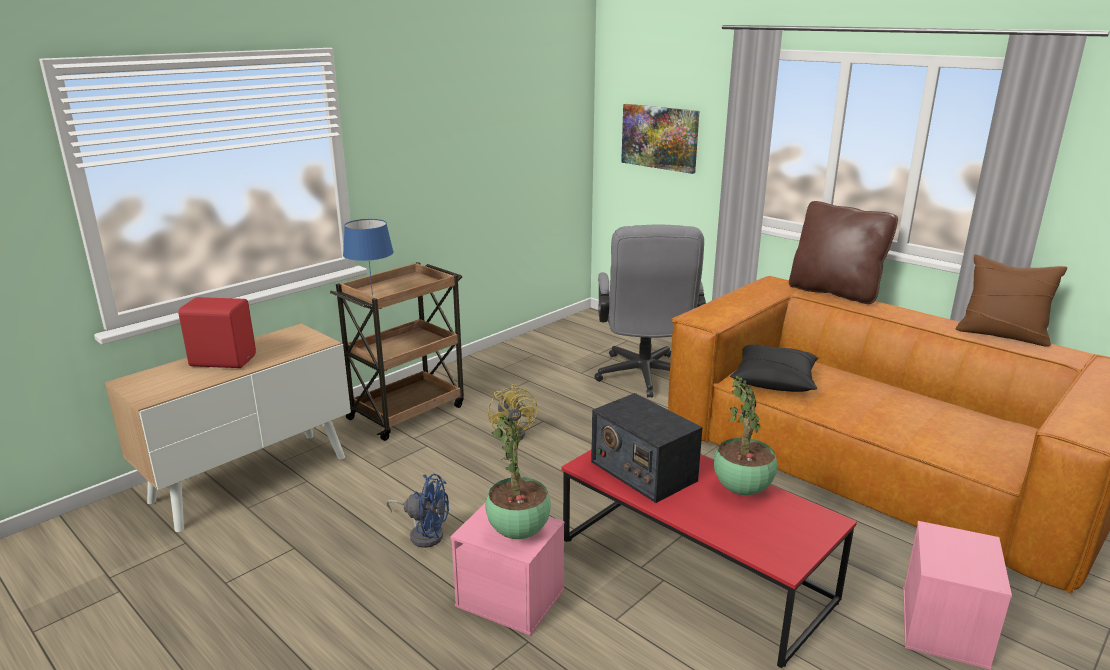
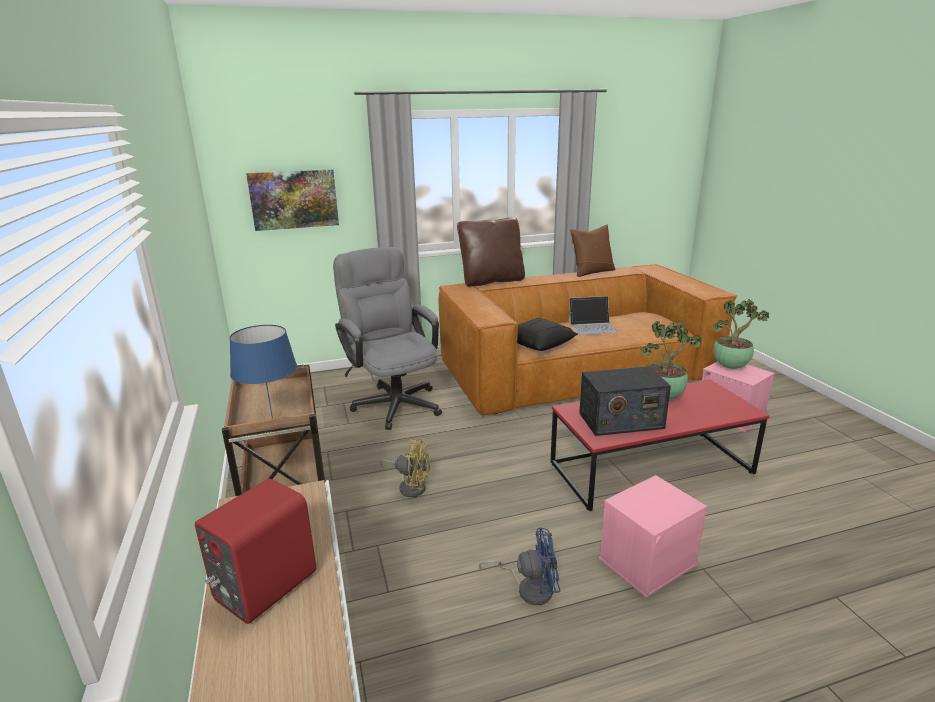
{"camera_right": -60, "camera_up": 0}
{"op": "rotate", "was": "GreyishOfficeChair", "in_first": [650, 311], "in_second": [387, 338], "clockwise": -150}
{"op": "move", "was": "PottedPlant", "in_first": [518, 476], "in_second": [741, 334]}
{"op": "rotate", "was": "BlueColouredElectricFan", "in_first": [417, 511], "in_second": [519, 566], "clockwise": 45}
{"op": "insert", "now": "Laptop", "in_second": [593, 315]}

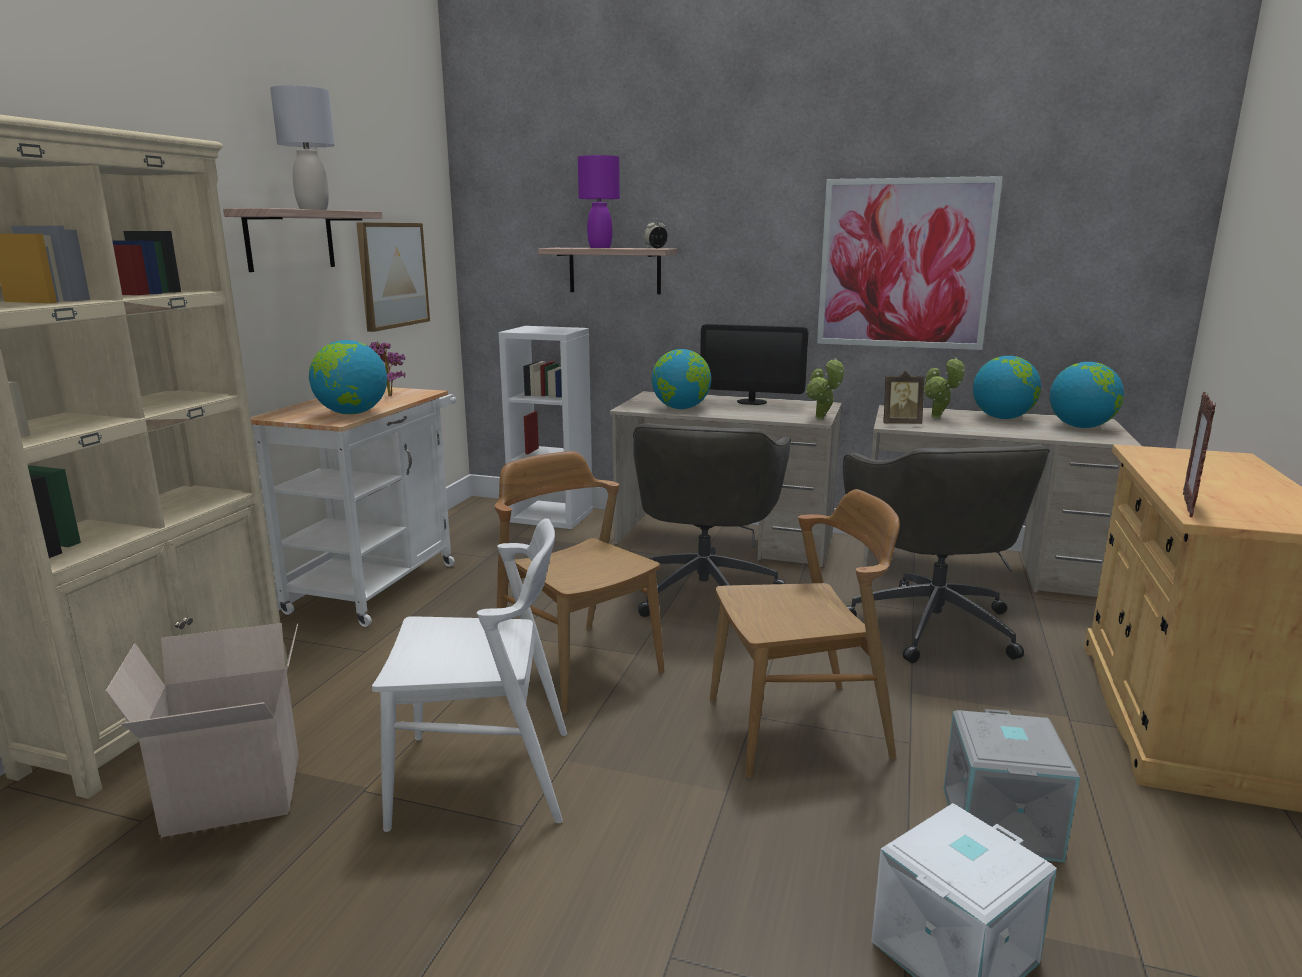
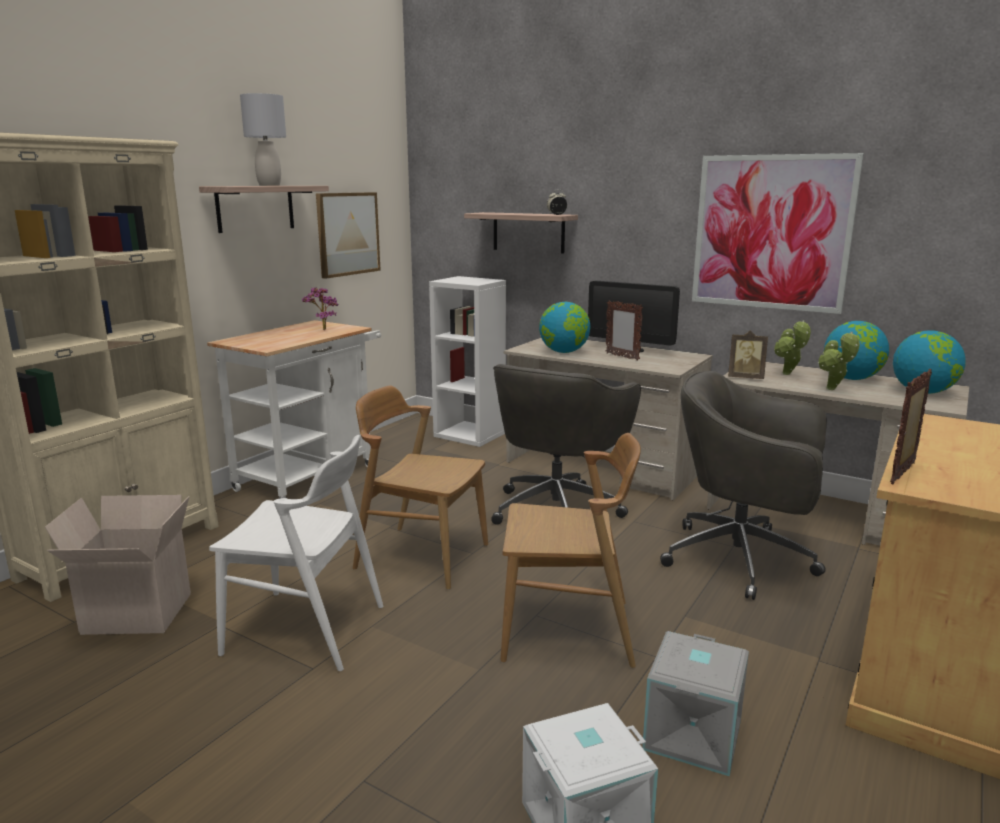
{"camera_right": 15, "camera_up": 0}
{"op": "delete", "was": "PurplishTabletopLamp", "in_first": [599, 201]}
{"op": "delete", "was": "WorldGlobe", "in_first": [348, 377]}
{"op": "move", "was": "PottedPlant", "in_first": [825, 388], "in_second": [839, 361]}
{"op": "rotate", "was": "GreyishOfficeChair", "in_first": [946, 554], "in_second": [743, 485], "clockwise": 105}
{"op": "rotate", "was": "BrownChair", "in_first": [580, 582], "in_second": [420, 487], "clockwise": -45}
{"op": "insert", "now": "PictureFrame", "in_second": [624, 330]}

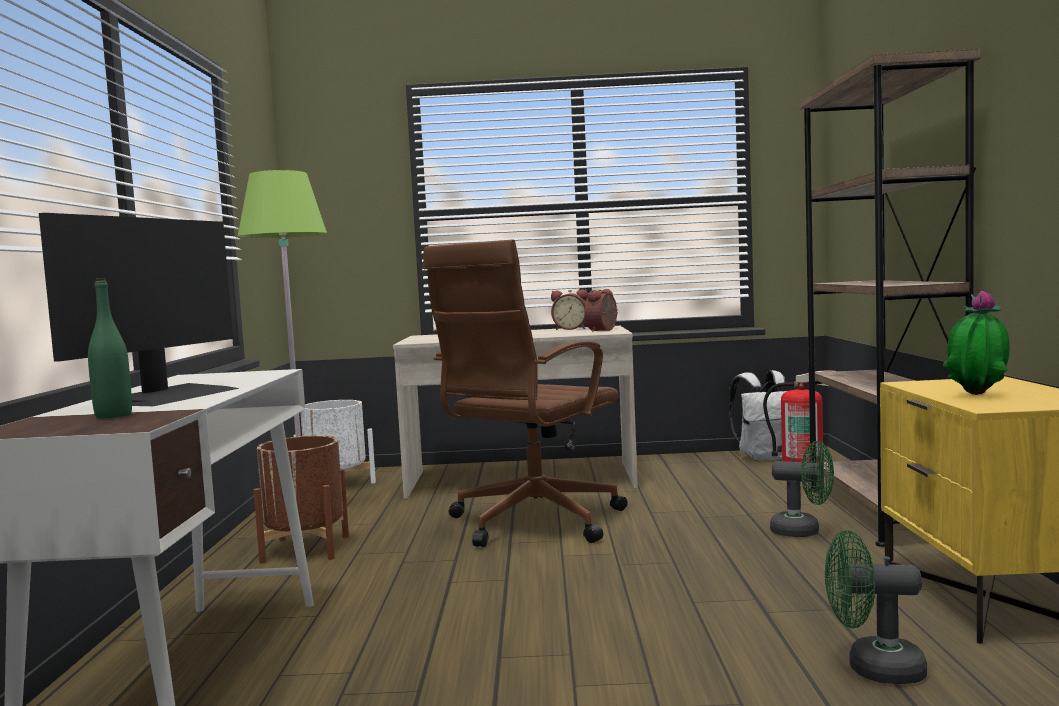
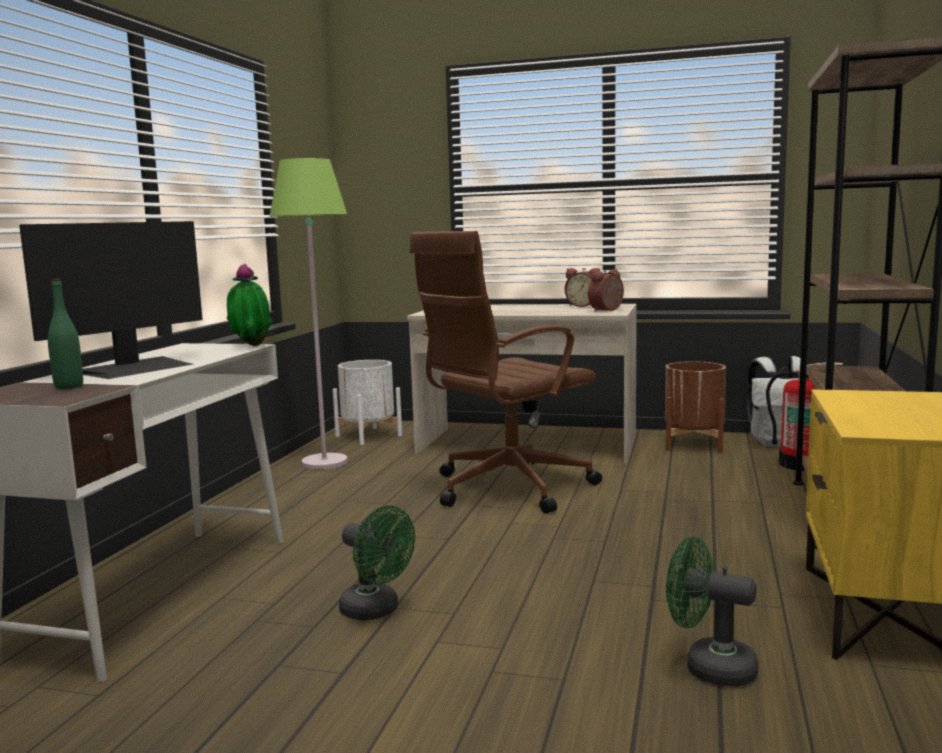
{"camera_right": 15, "camera_up": 5}
{"op": "move", "was": "PottedPlant", "in_first": [976, 343], "in_second": [250, 305]}
{"op": "move", "was": "BrownPlantPot", "in_first": [301, 499], "in_second": [695, 407]}
{"op": "move", "was": "GreenColouredElectricFan", "in_first": [802, 489], "in_second": [377, 563]}

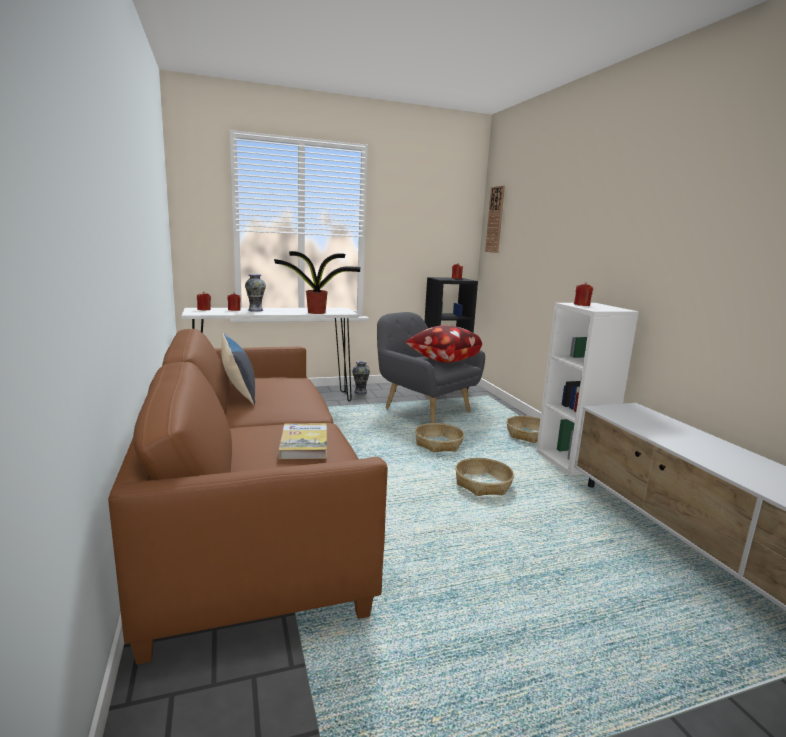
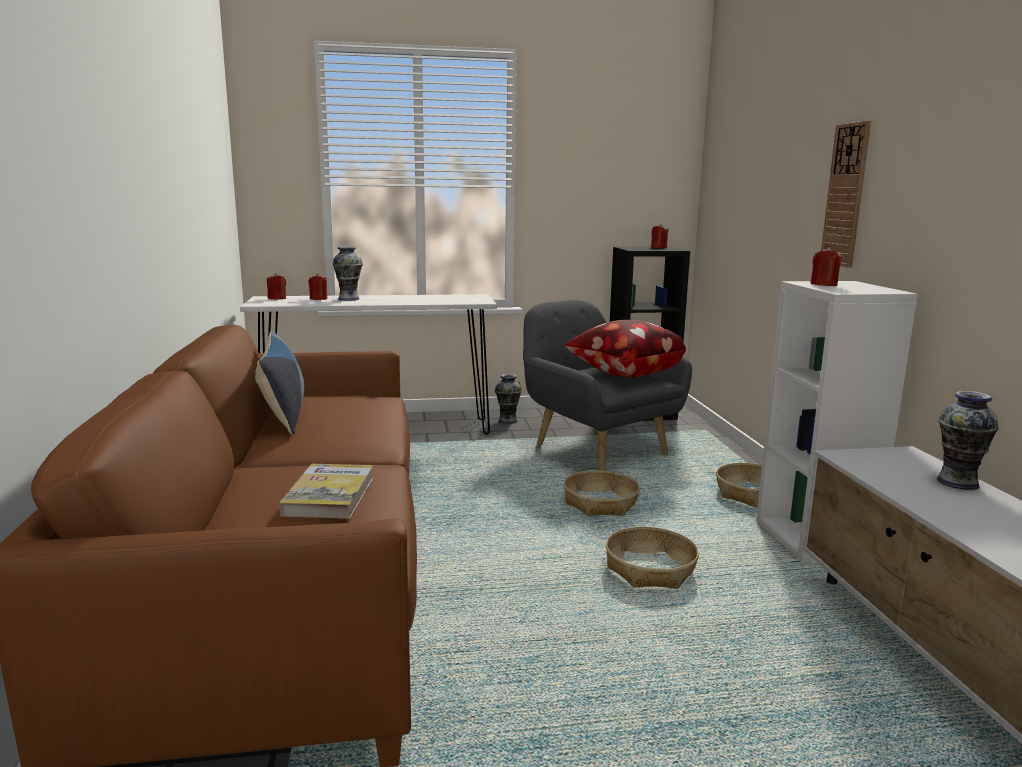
{"camera_right": 10, "camera_up": 0}
{"op": "move", "was": "ClockOnTheWall", "in_first": [495, 219], "in_second": [846, 194]}
{"op": "delete", "was": "PottedPlant", "in_first": [317, 282]}
{"op": "insert", "now": "FlowerVase", "in_second": [968, 440]}

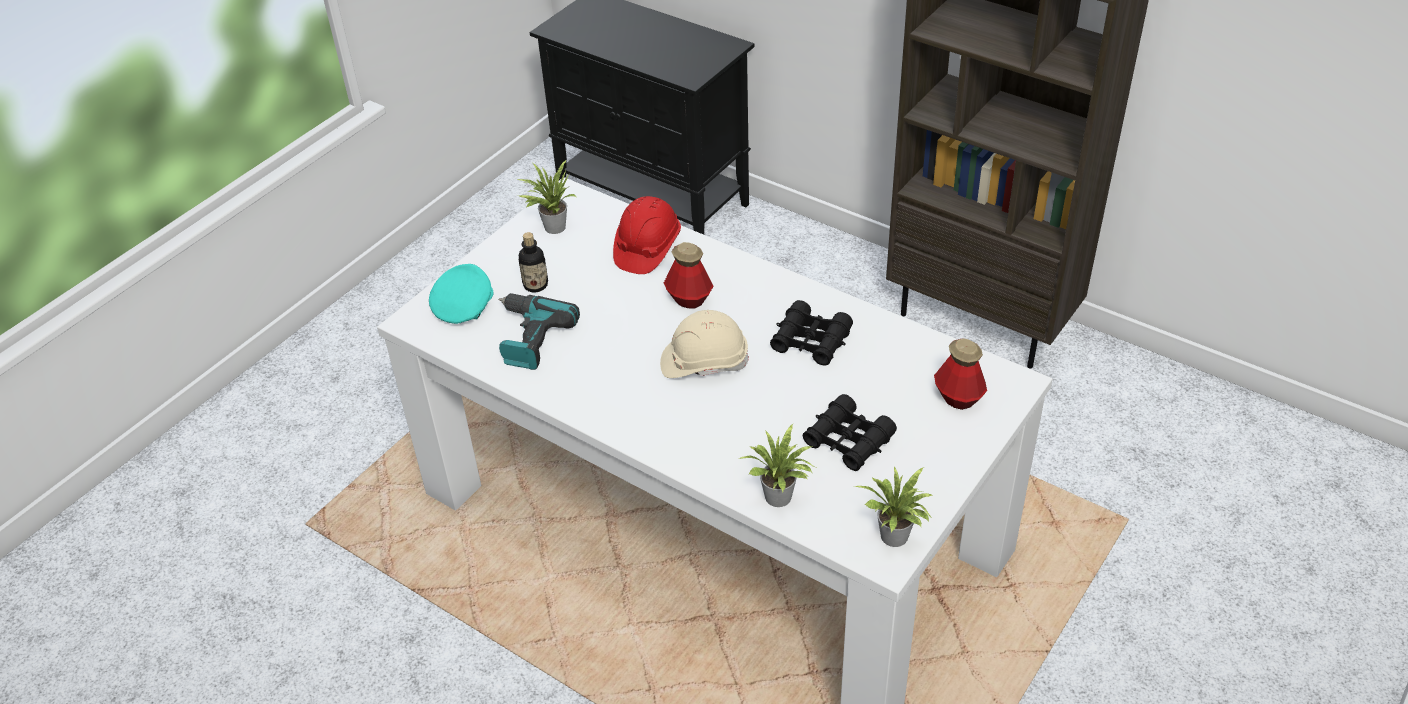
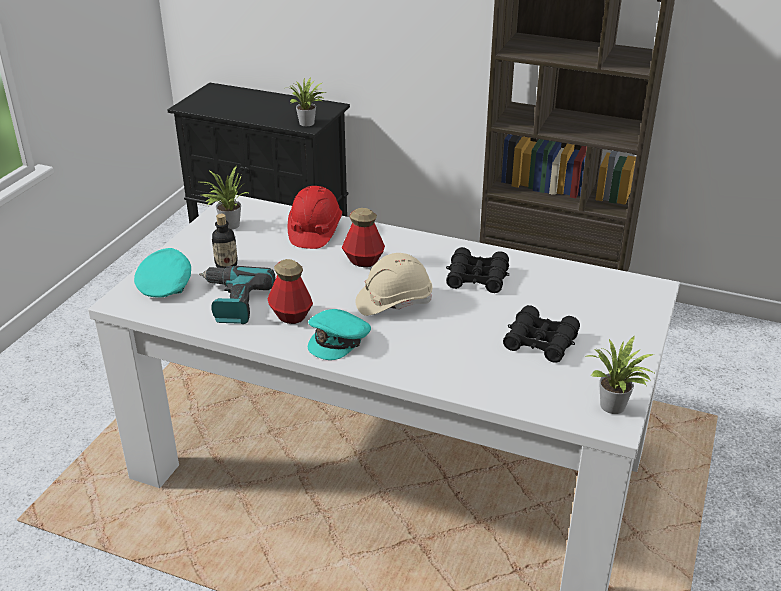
{"camera_right": -15, "camera_up": -10}
{"op": "move", "was": "BeverageBottle", "in_first": [960, 374], "in_second": [290, 291]}
{"op": "move", "was": "PottedPlant", "in_first": [777, 465], "in_second": [307, 101]}
{"op": "insert", "now": "BlueGreenBaseballCap", "in_second": [339, 334]}

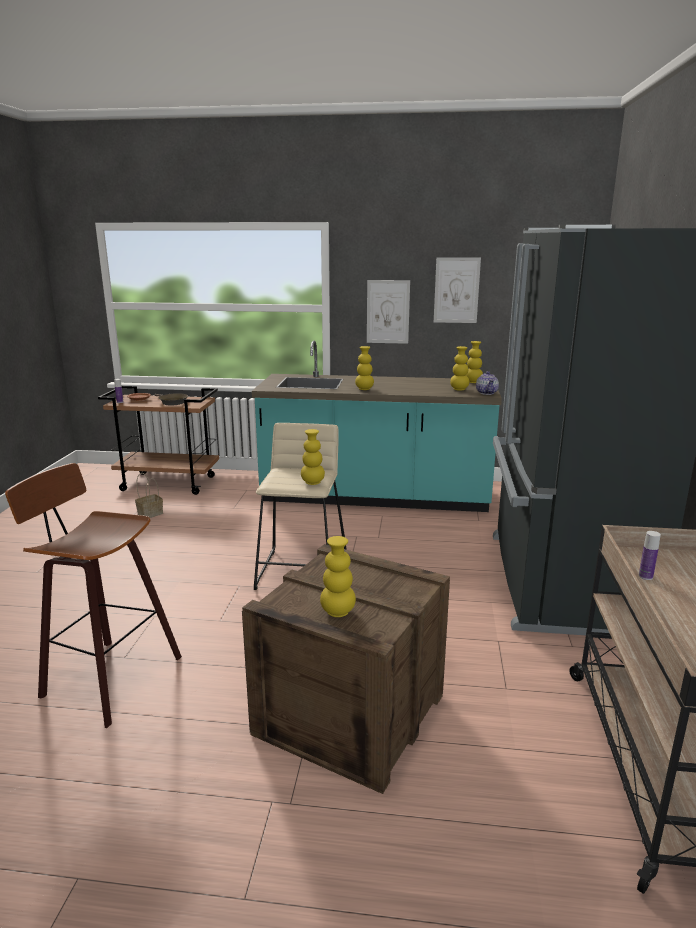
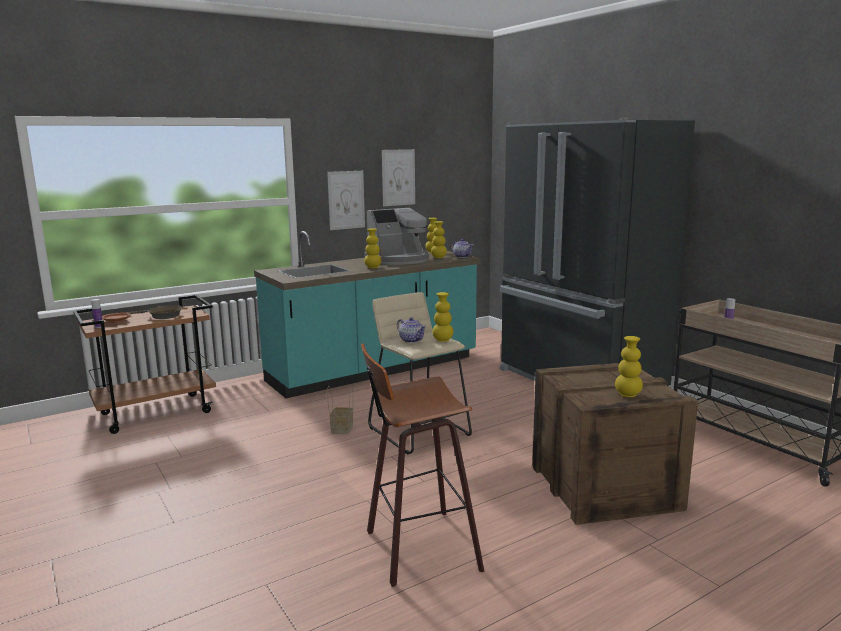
{"camera_right": -40, "camera_up": -5}
{"op": "move", "was": "Basket", "in_first": [149, 495], "in_second": [340, 410]}
{"op": "insert", "now": "CoffeeMachine", "in_second": [396, 236]}
{"op": "insert", "now": "Teapot", "in_second": [411, 330]}

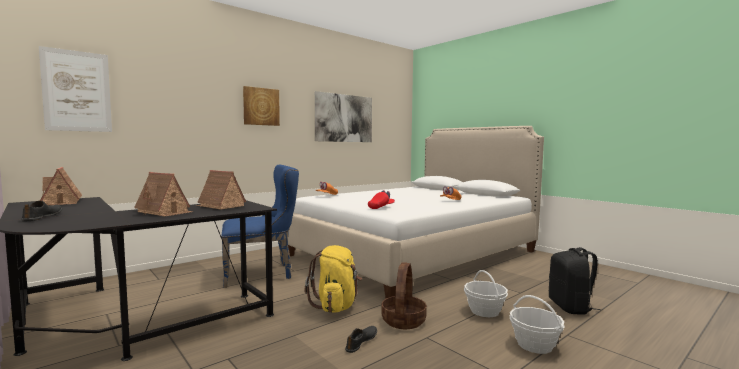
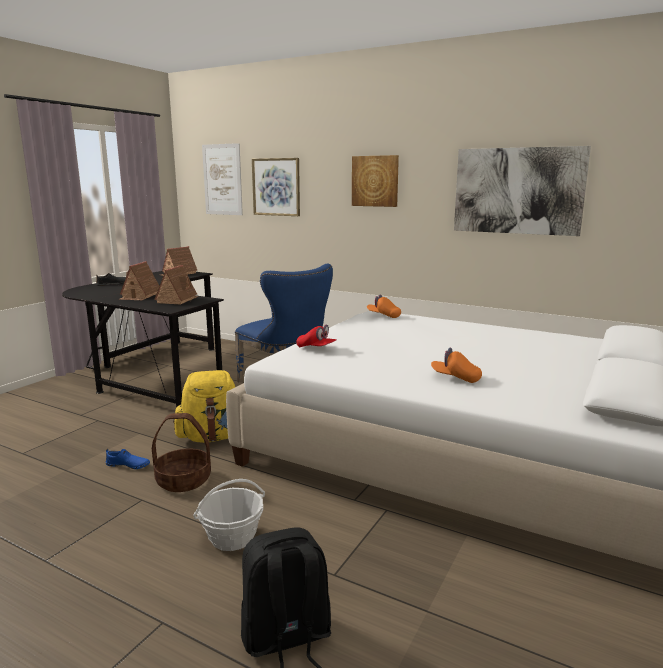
{"camera_right": 70, "camera_up": 10}
{"op": "delete", "was": "Basket", "in_first": [537, 324]}
{"op": "recolor", "was": "BlackColouredItemOfFootwear", "now": "BlueColouredItemOfFootwear", "in_first": [361, 339], "in_second": [128, 459]}
{"op": "insert", "now": "Picture", "in_second": [276, 187]}

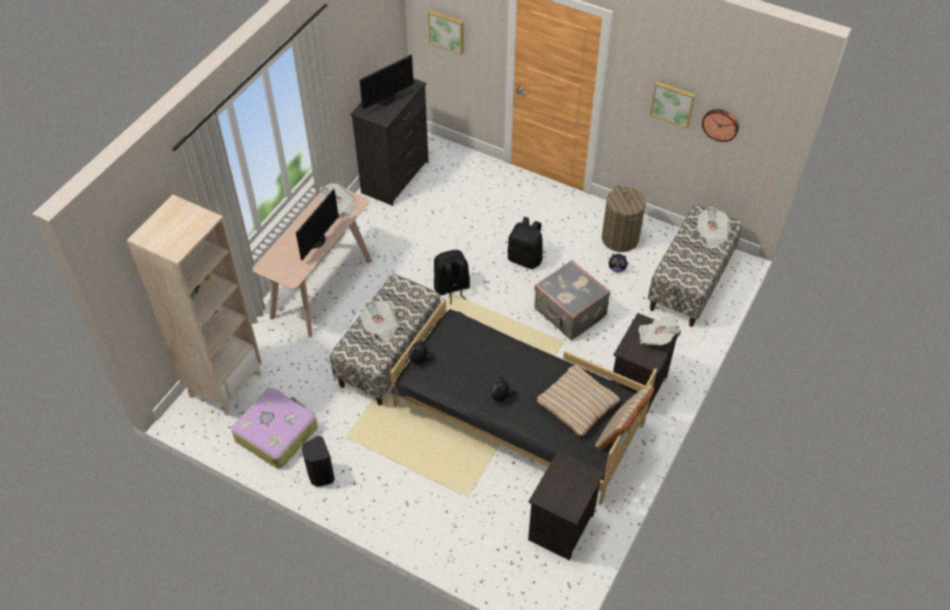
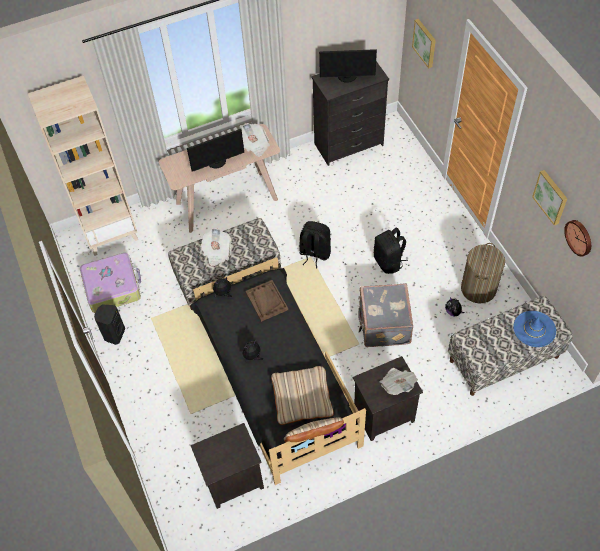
{"camera_right": 40, "camera_up": 5}
{"op": "replace", "was": "PrintedPaper", "now": "BlueColouredHat", "in_first": [713, 227], "in_second": [534, 329]}
{"op": "insert", "now": "BrownCarryingTray", "in_second": [267, 301]}

